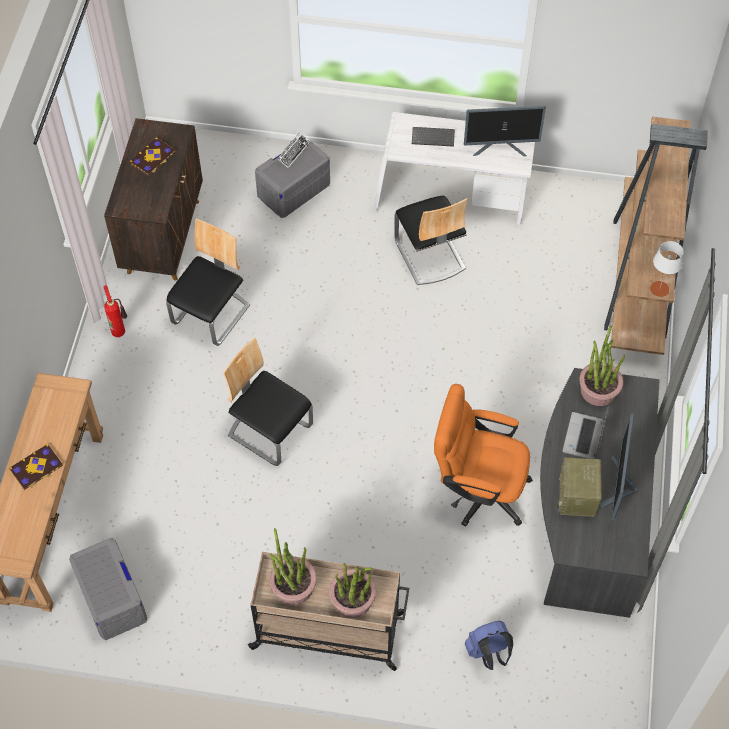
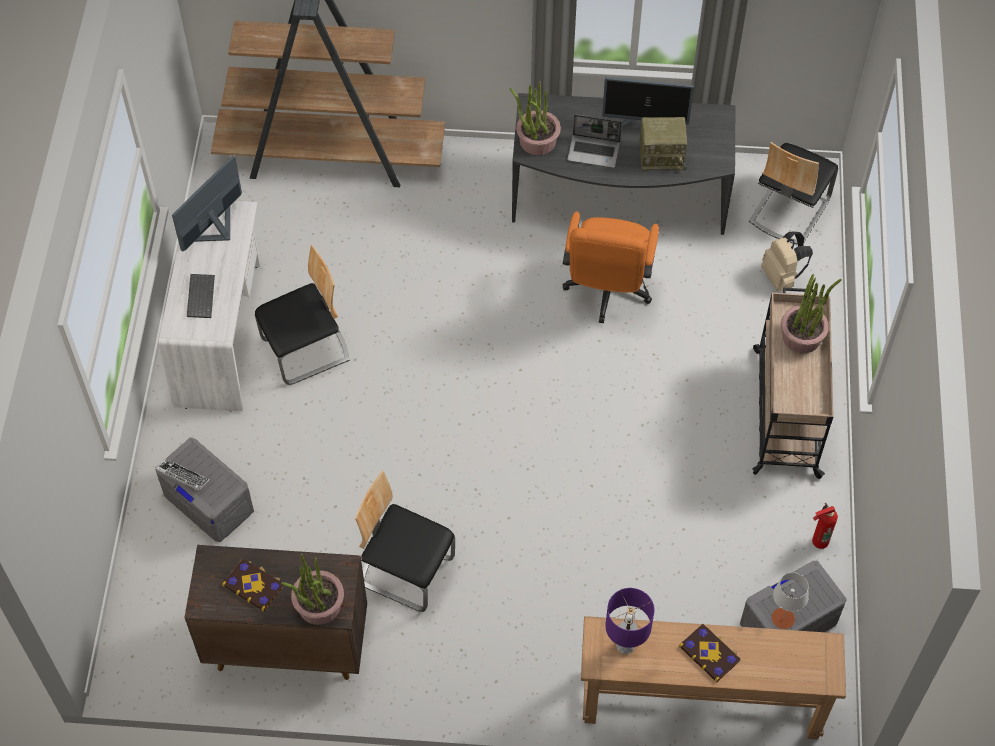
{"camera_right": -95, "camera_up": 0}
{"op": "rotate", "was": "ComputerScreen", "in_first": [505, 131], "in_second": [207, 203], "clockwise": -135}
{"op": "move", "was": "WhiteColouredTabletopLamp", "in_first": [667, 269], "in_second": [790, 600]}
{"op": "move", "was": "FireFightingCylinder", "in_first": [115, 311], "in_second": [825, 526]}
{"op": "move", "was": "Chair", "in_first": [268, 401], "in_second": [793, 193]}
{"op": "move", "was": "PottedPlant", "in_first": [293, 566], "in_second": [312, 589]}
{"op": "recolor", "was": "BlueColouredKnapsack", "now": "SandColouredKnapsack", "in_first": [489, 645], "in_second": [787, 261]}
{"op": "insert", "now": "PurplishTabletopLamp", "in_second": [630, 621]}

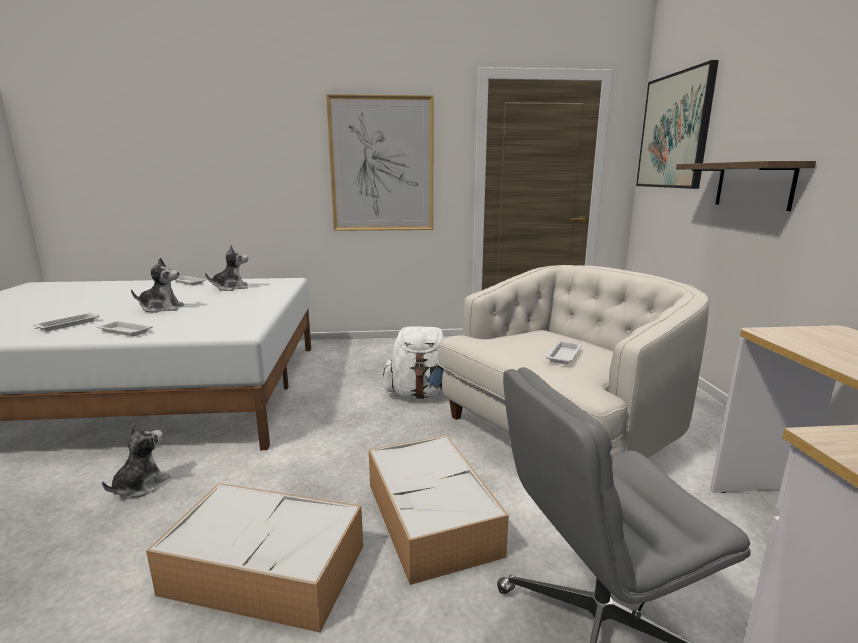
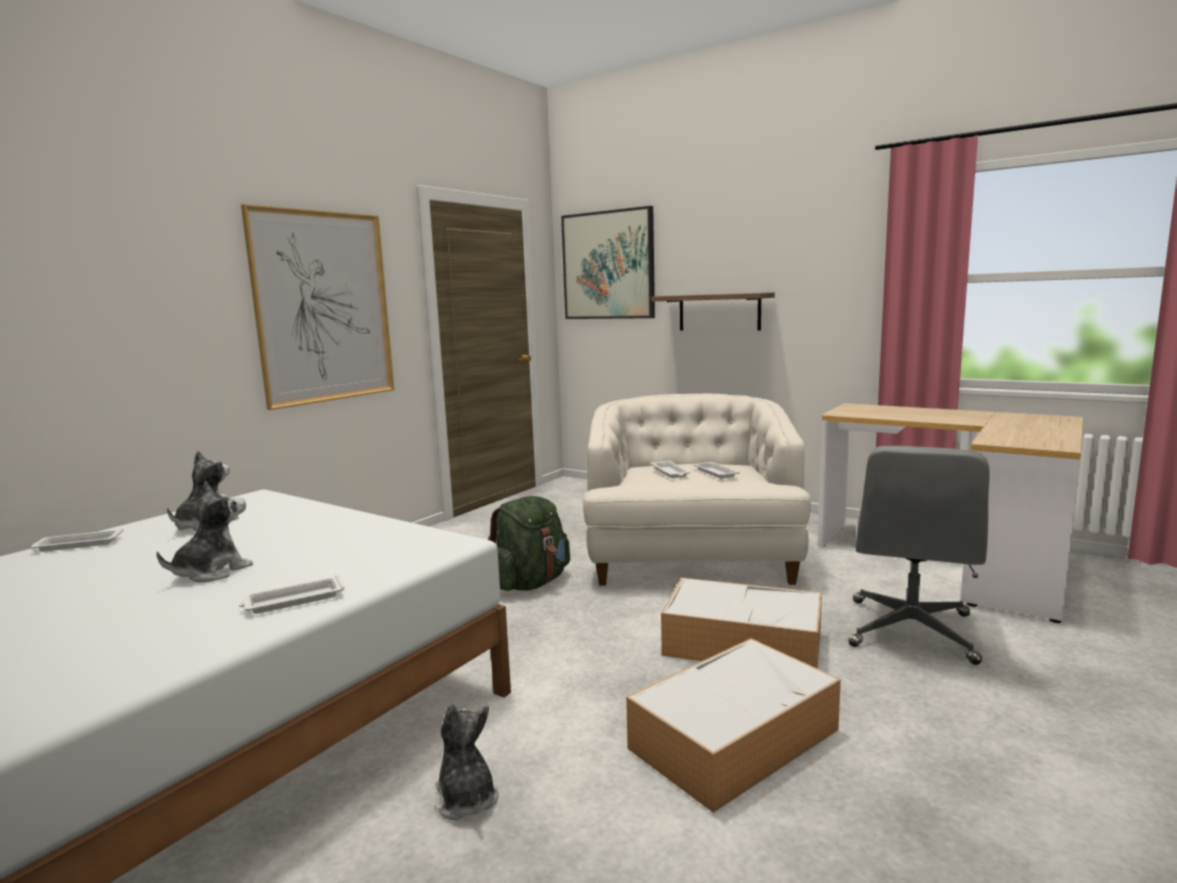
{"camera_right": -50, "camera_up": -5}
{"op": "move", "was": "WhiteColouredCarryingTray", "in_first": [67, 321], "in_second": [671, 469]}
{"op": "recolor", "was": "WhiteColouredKnapsack", "now": "GreenColouredKnapsack", "in_first": [414, 363], "in_second": [529, 543]}

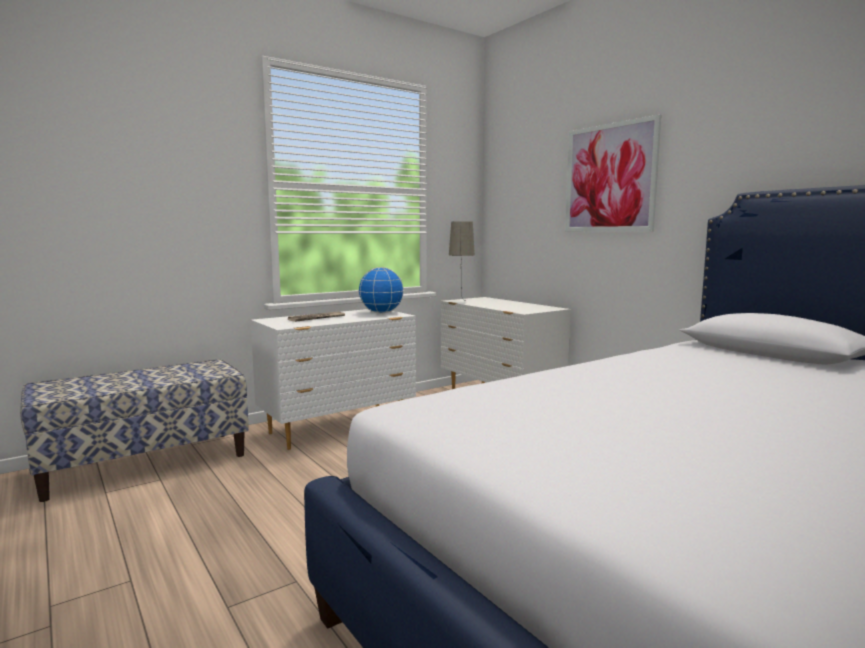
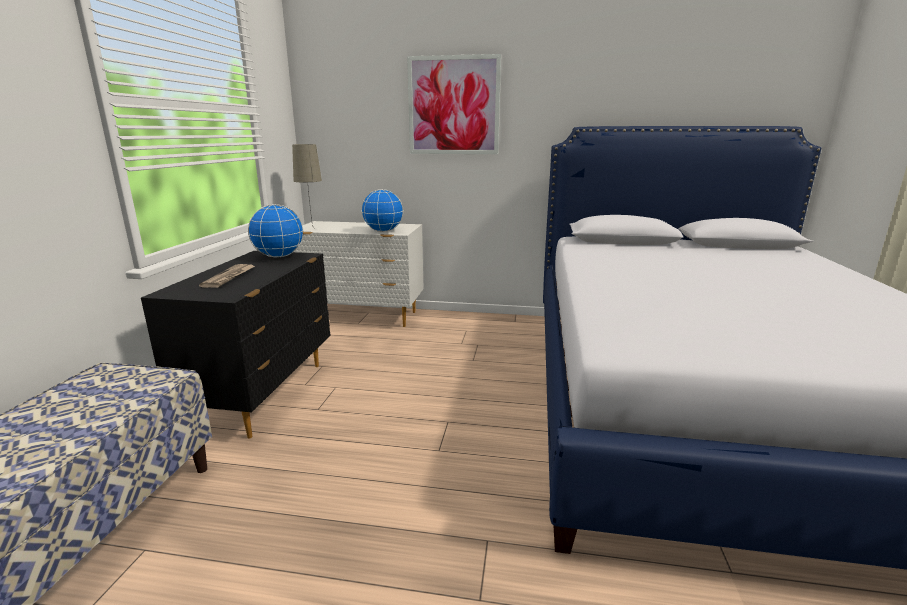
{"camera_right": -45, "camera_up": 10}
{"op": "recolor", "was": "WhiteColouredDresser", "now": "BlackColouredDresser", "in_first": [333, 379], "in_second": [236, 344]}
{"op": "insert", "now": "WorldGlobe", "in_second": [382, 210]}

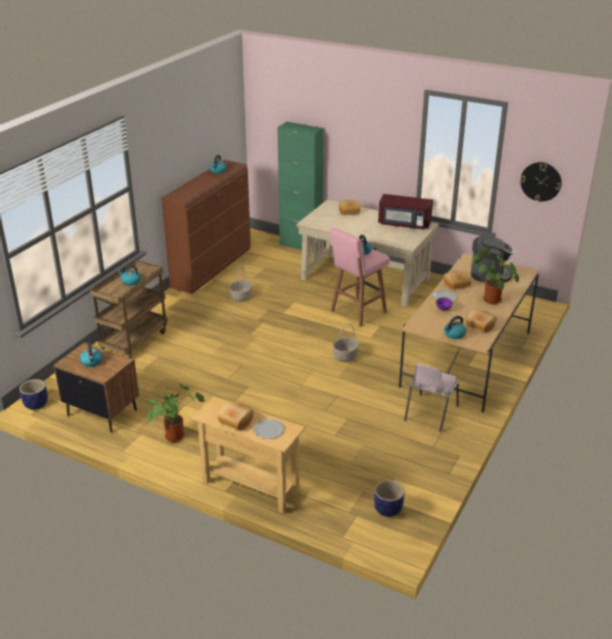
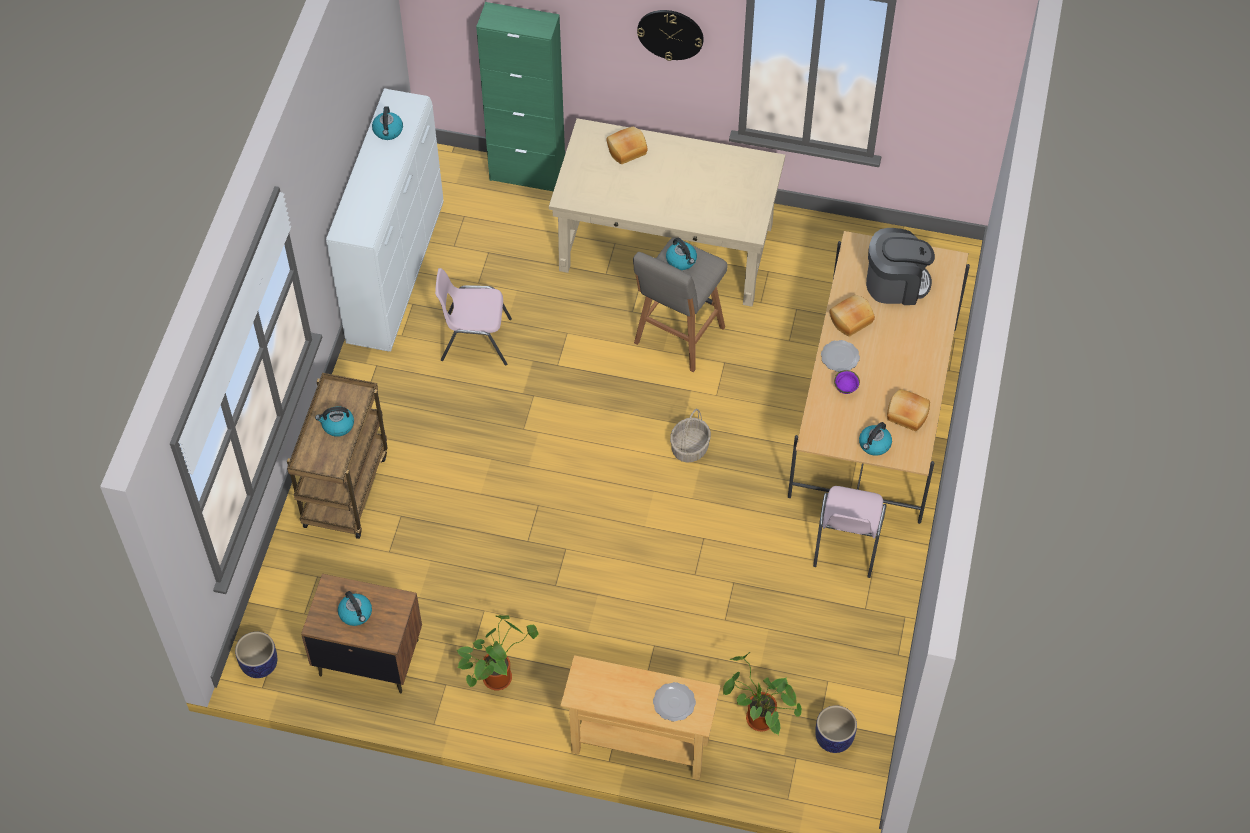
{"camera_right": -15, "camera_up": 25}
{"op": "recolor", "was": "BrownDresser", "now": "WhiteColouredDresser", "in_first": [206, 227], "in_second": [384, 220]}
{"op": "move", "was": "ClockOnTheWall", "in_first": [541, 182], "in_second": [670, 35]}
{"op": "delete", "was": "ReddishMicrowaveOven", "in_first": [405, 211]}
{"op": "recolor", "was": "PinkColouredStool", "now": "GreyishStool", "in_first": [360, 277], "in_second": [680, 305]}
{"op": "move", "was": "PottedPlant", "in_first": [495, 275], "in_second": [762, 694]}
{"op": "replace", "was": "Basket", "now": "PinkColouredChair", "in_first": [240, 284], "in_second": [473, 317]}
{"op": "delete", "was": "BakedBread", "in_first": [236, 415]}

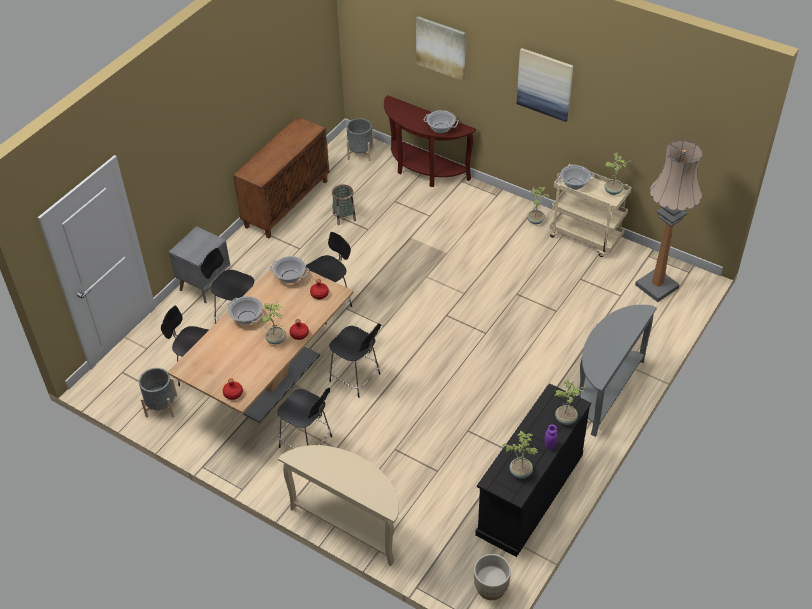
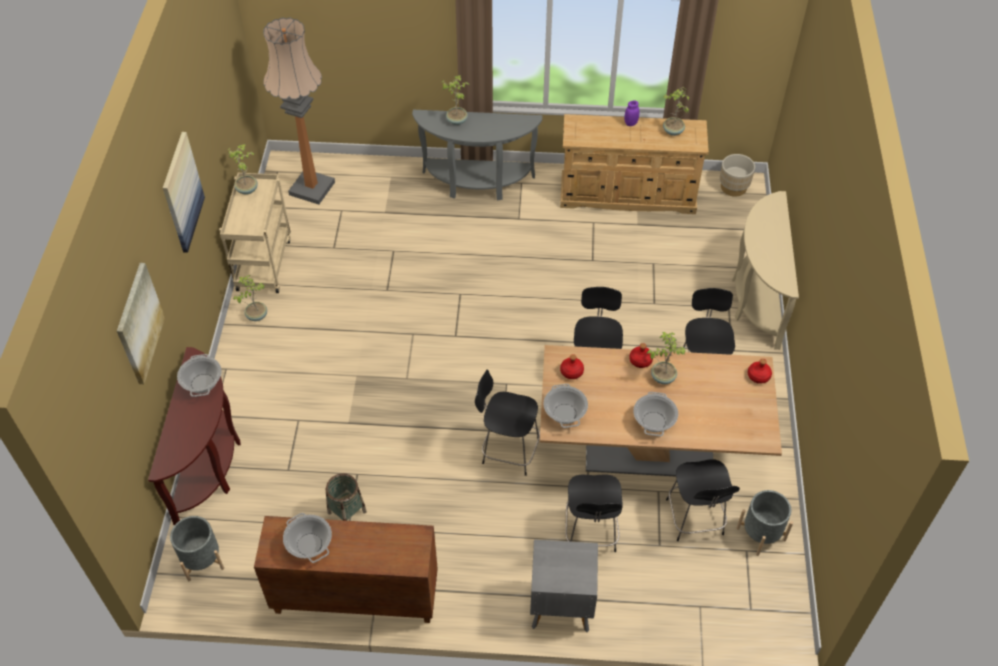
{"camera_right": -120, "camera_up": 5}
{"op": "move", "was": "Stockpot", "in_first": [575, 177], "in_second": [307, 538]}
{"op": "move", "was": "PottedPlant", "in_first": [570, 402], "in_second": [455, 100]}
{"op": "recolor", "was": "BlackColouredDresser", "now": "SandColouredDresser", "in_first": [533, 470], "in_second": [634, 164]}

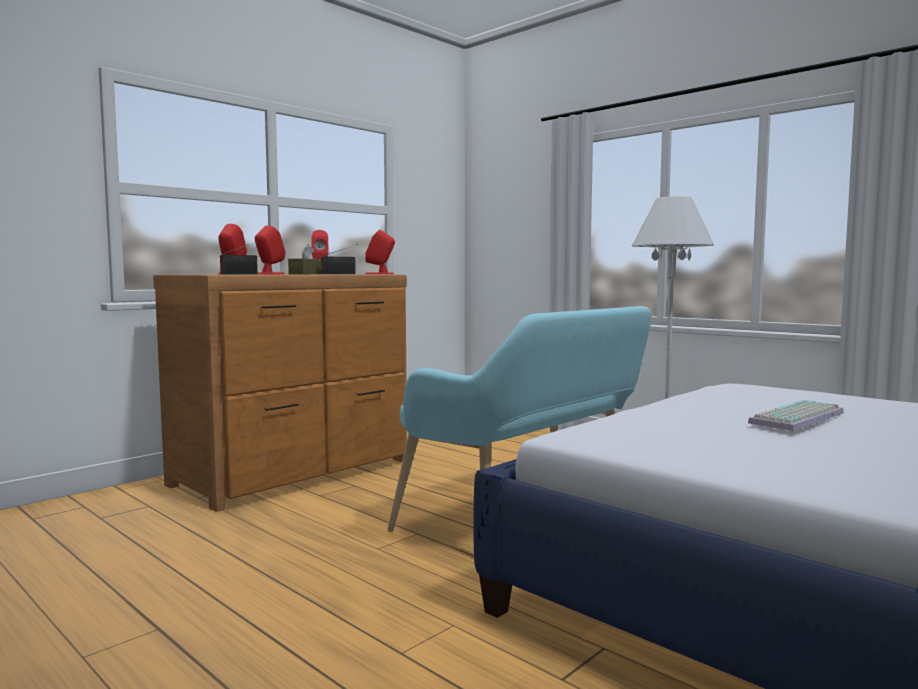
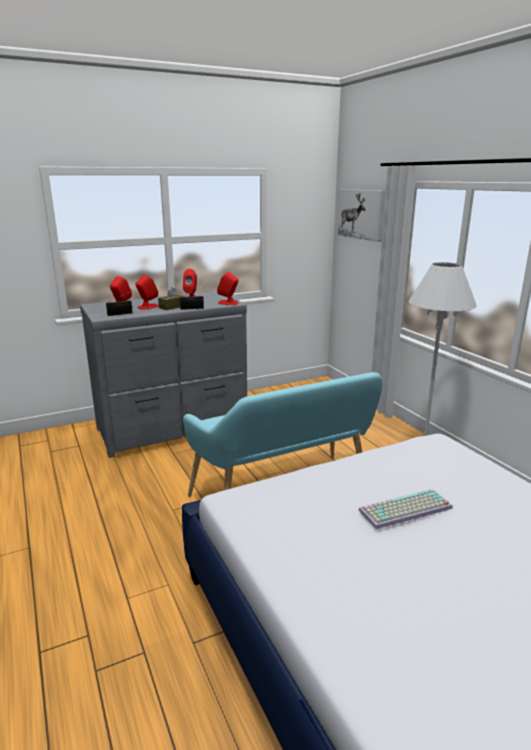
{"camera_right": 20, "camera_up": 15}
{"op": "recolor", "was": "BrownDresser", "now": "GreyishDresser", "in_first": [280, 393], "in_second": [163, 374]}
{"op": "insert", "now": "Picture", "in_second": [361, 215]}

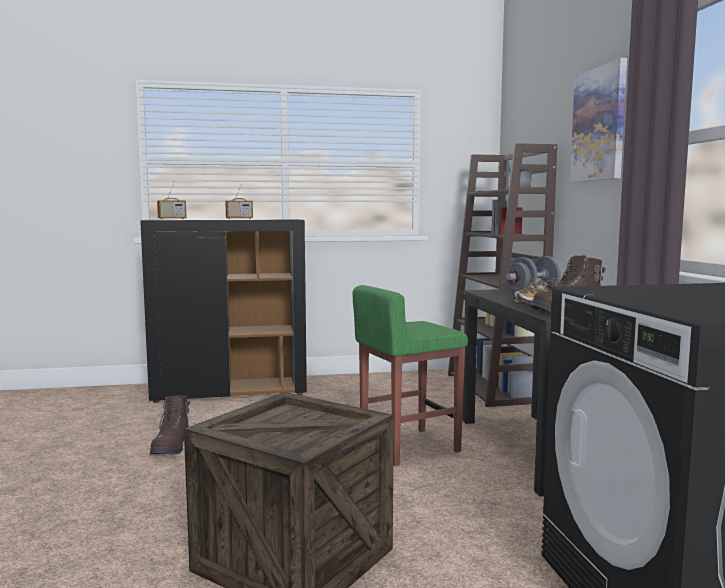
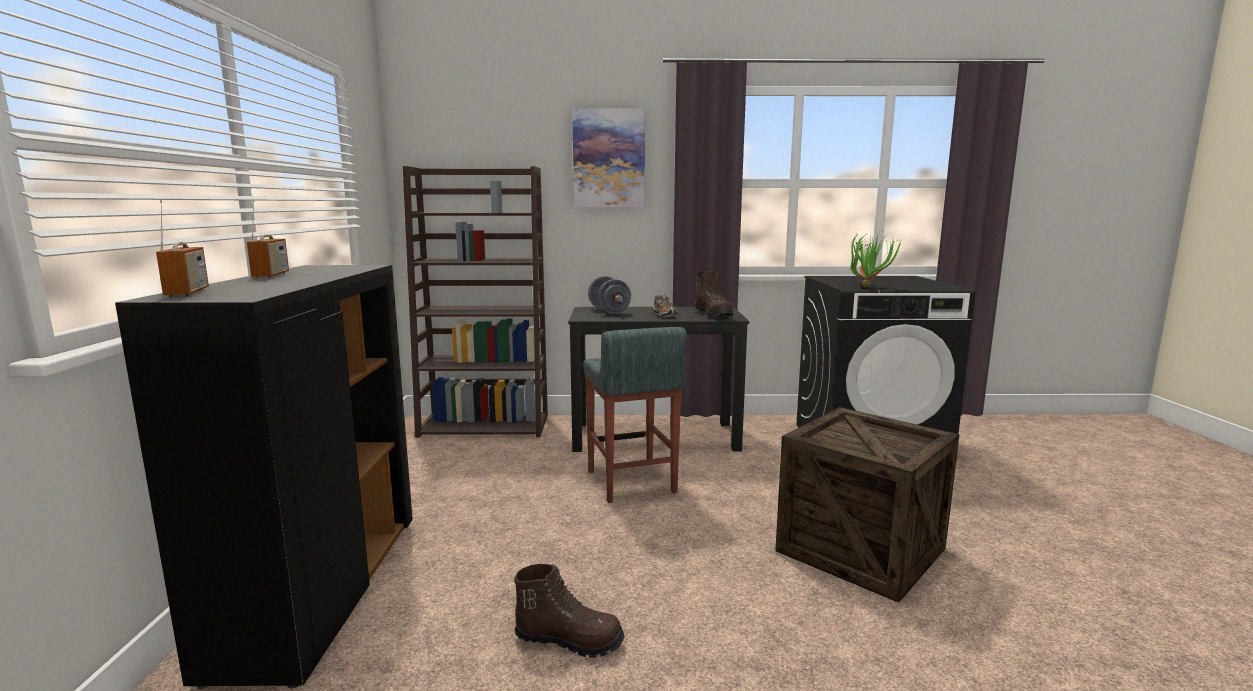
{"camera_right": -80, "camera_up": 5}
{"op": "recolor", "was": "GreenColouredStool", "now": "GreyishStool", "in_first": [410, 375], "in_second": [635, 415]}
{"op": "insert", "now": "PottedPlant", "in_second": [876, 259]}

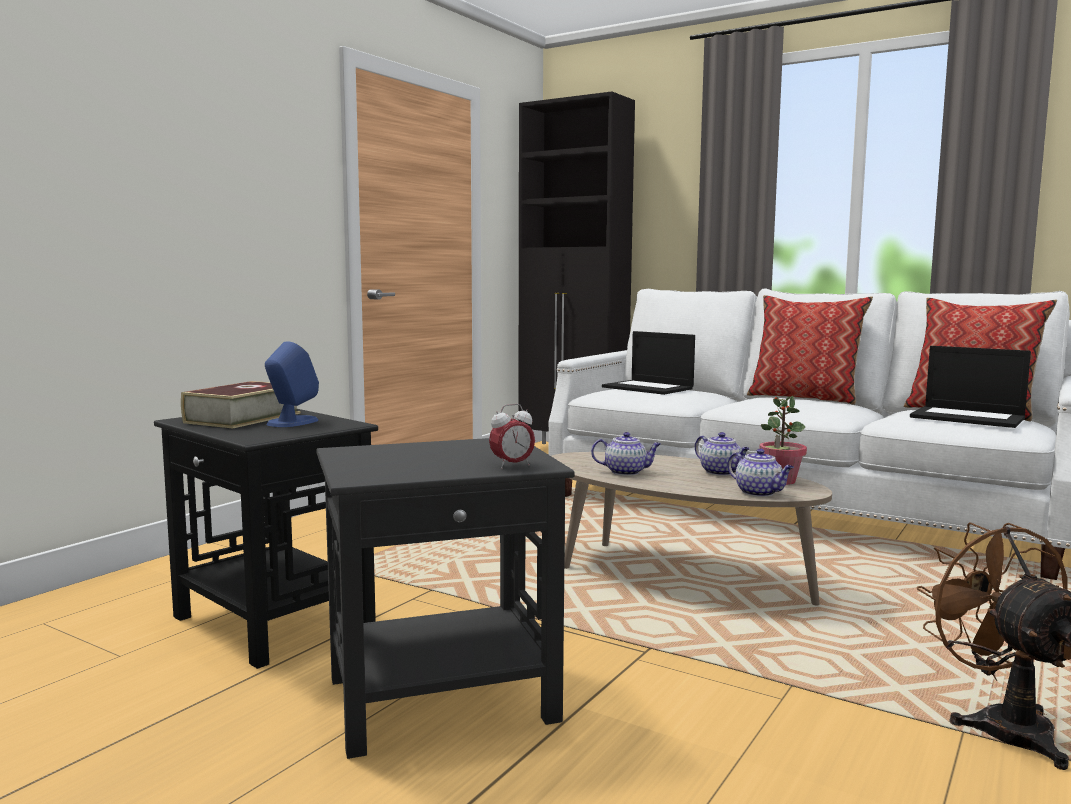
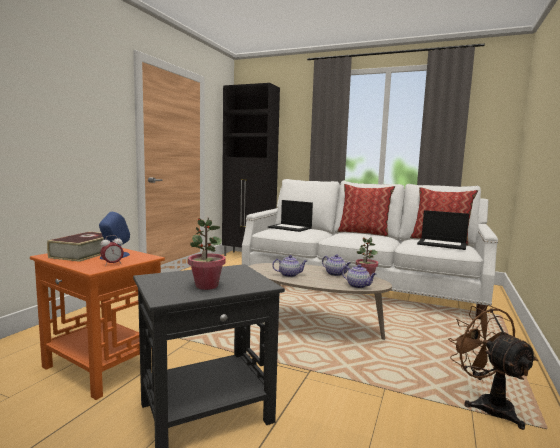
{"camera_right": -10, "camera_up": 0}
{"op": "move", "was": "AlarmClock", "in_first": [512, 436], "in_second": [112, 250]}
{"op": "recolor", "was": "BlackColouredAccentTable", "now": "OrangeColouredAccentTable", "in_first": [266, 539], "in_second": [97, 324]}
{"op": "insert", "now": "PottedPlant", "in_second": [206, 253]}

